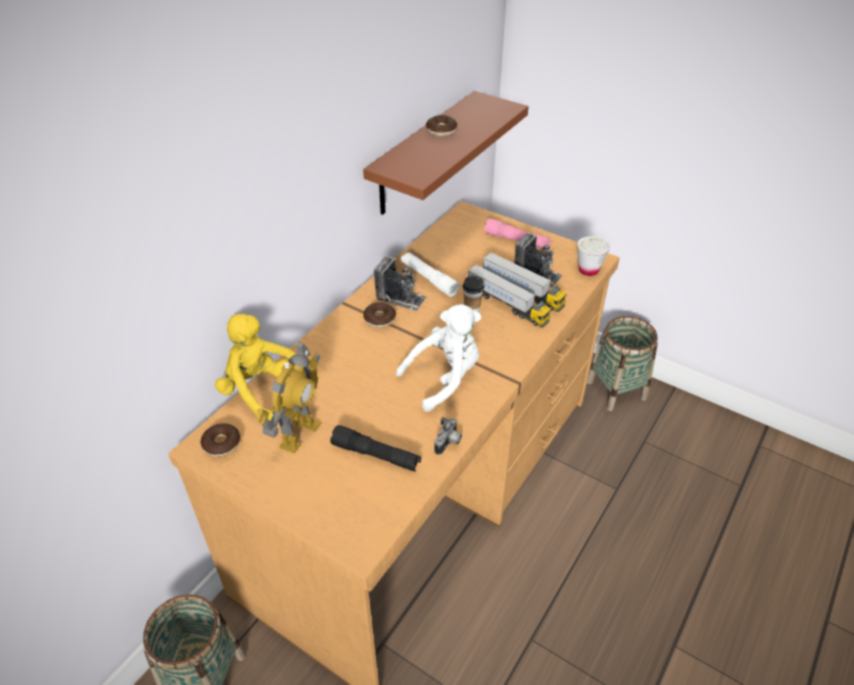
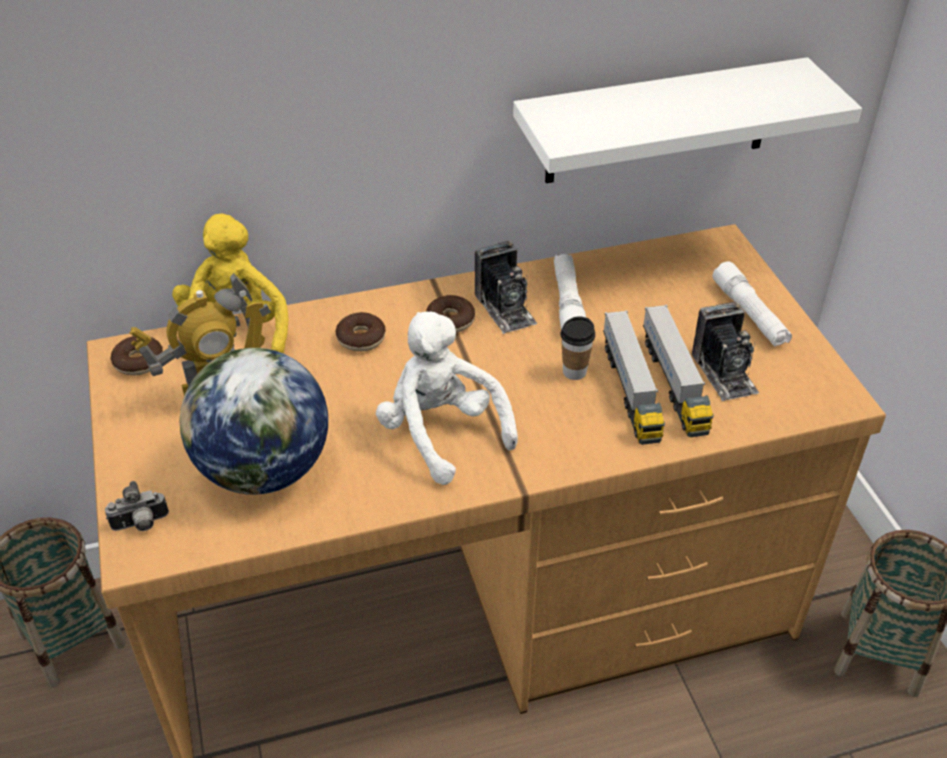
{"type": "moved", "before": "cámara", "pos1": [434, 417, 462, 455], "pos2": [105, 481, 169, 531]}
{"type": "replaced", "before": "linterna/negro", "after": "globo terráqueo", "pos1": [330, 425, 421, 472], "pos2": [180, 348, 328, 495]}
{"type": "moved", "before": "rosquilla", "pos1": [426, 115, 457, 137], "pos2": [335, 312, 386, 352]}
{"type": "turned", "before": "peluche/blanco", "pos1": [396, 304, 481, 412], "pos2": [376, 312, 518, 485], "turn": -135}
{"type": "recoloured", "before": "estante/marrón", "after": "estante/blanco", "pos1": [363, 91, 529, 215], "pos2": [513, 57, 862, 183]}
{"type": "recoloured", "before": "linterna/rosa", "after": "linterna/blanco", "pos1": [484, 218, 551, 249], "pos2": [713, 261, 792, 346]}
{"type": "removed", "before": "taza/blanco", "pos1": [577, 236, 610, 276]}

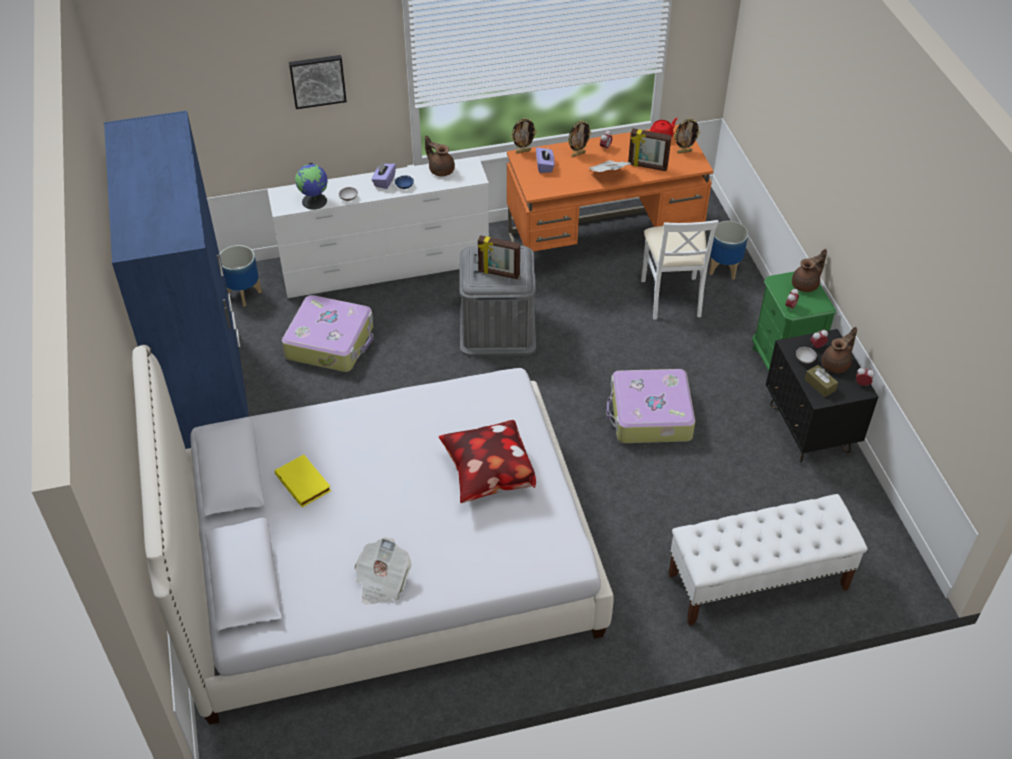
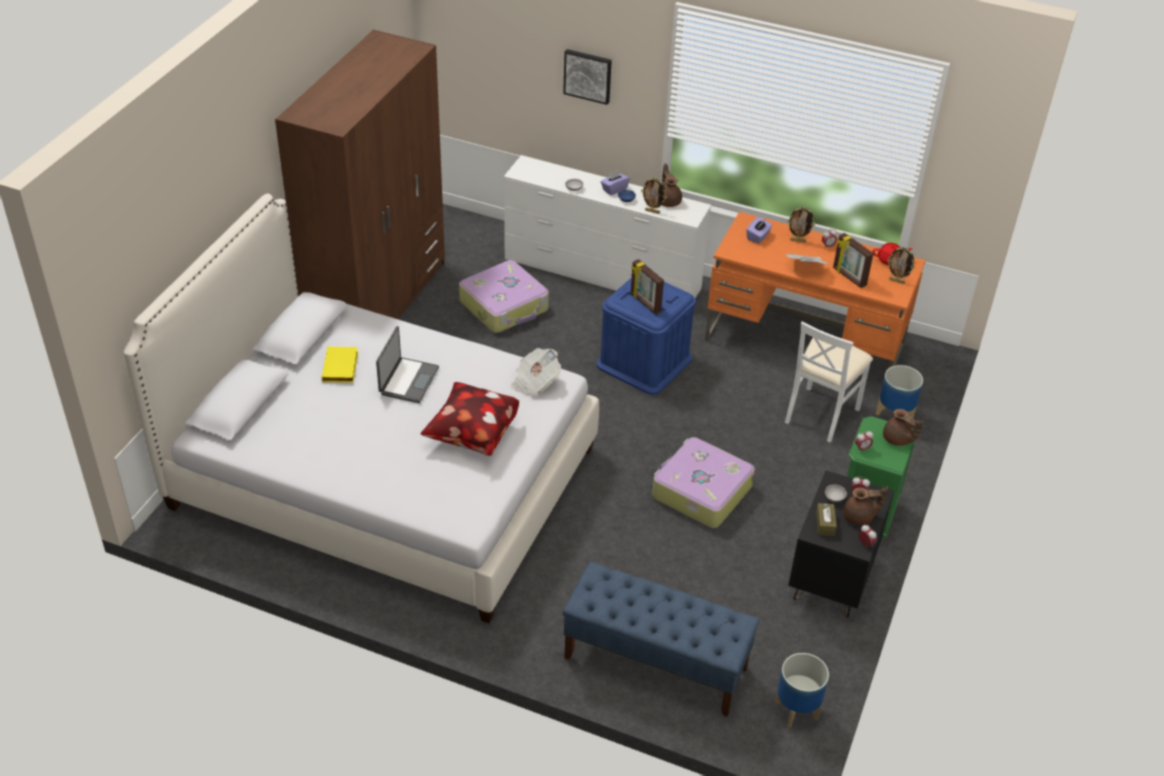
{"type": "recoloured", "before": "armario ropero/azul", "after": "armario ropero/marrón", "pos1": [104, 111, 249, 449], "pos2": [275, 30, 445, 319]}
{"type": "added", "after": "portátil", "pos2": [376, 326, 439, 403]}
{"type": "moved", "before": "periódico", "pos1": [355, 538, 411, 604], "pos2": [511, 348, 561, 397]}
{"type": "recoloured", "before": "banco/blanco", "after": "banco/azul", "pos1": [668, 494, 867, 626], "pos2": [562, 562, 759, 717]}
{"type": "recoloured", "before": "caja de almacenaje/gris", "after": "caja de almacenaje/azul", "pos1": [459, 246, 536, 356], "pos2": [596, 278, 696, 395]}
{"type": "moved", "before": "portarretratos", "pos1": [511, 118, 537, 153], "pos2": [641, 178, 667, 214]}
{"type": "moved", "before": "maceta", "pos1": [219, 245, 262, 306], "pos2": [775, 653, 829, 728]}
{"type": "turned", "before": "tetera/marrón", "pos1": [792, 249, 827, 292], "pos2": [883, 409, 923, 446], "turn": 45}
{"type": "removed", "before": "globo terráqueo", "pos1": [295, 163, 328, 210]}

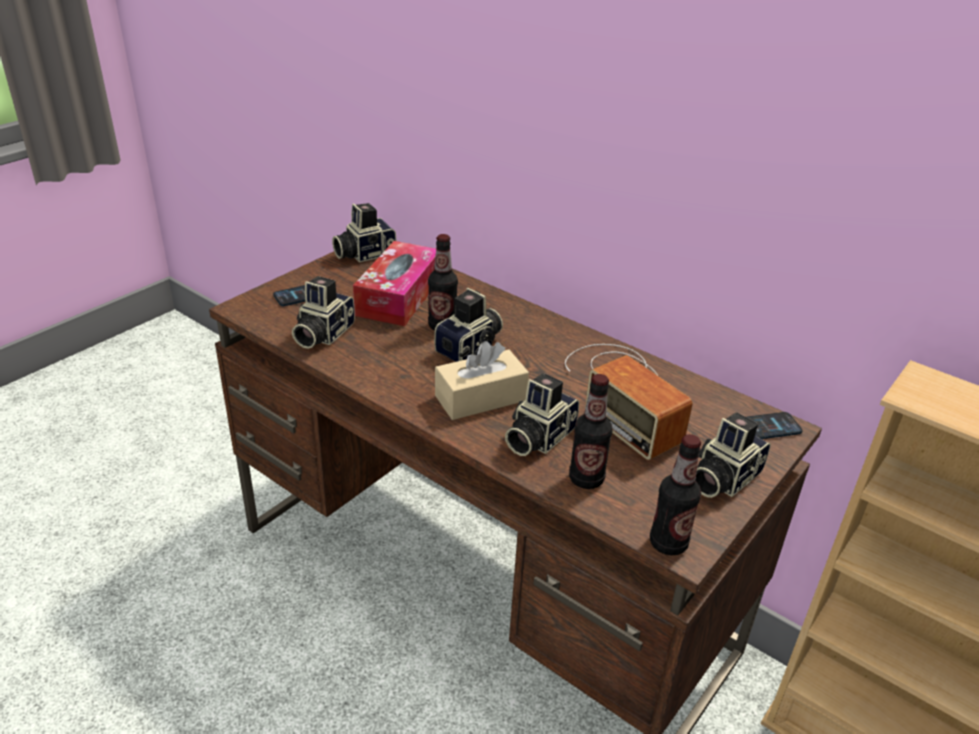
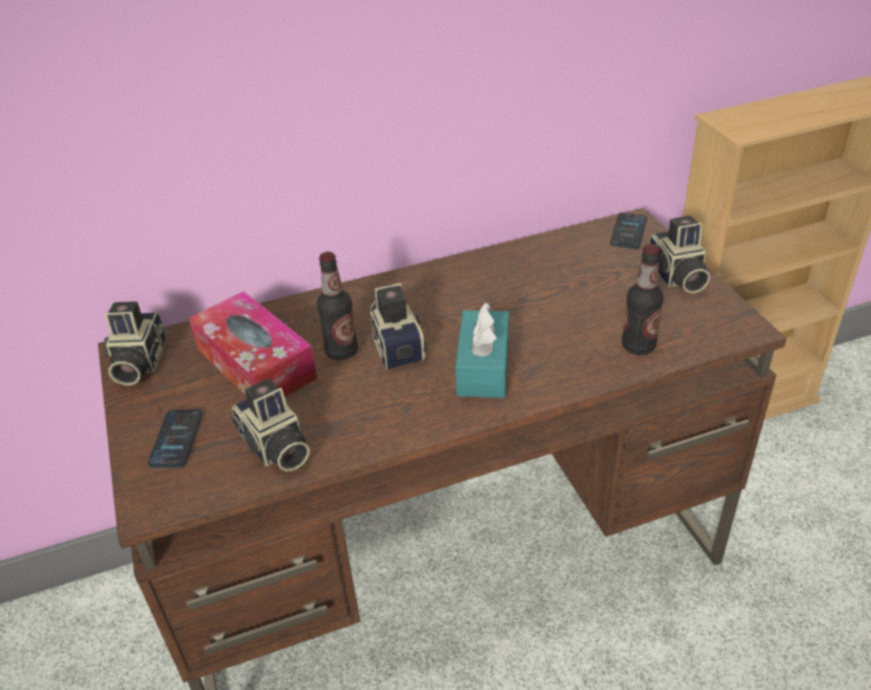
{"type": "recoloured", "before": "caja de pañuelos/beis", "after": "caja de pañuelos/turquesa", "pos1": [435, 341, 529, 420], "pos2": [456, 302, 509, 398]}
{"type": "removed", "before": "cámara", "pos1": [505, 373, 579, 456]}
{"type": "removed", "before": "radio", "pos1": [565, 344, 693, 460]}
{"type": "removed", "before": "botella", "pos1": [650, 434, 701, 555]}

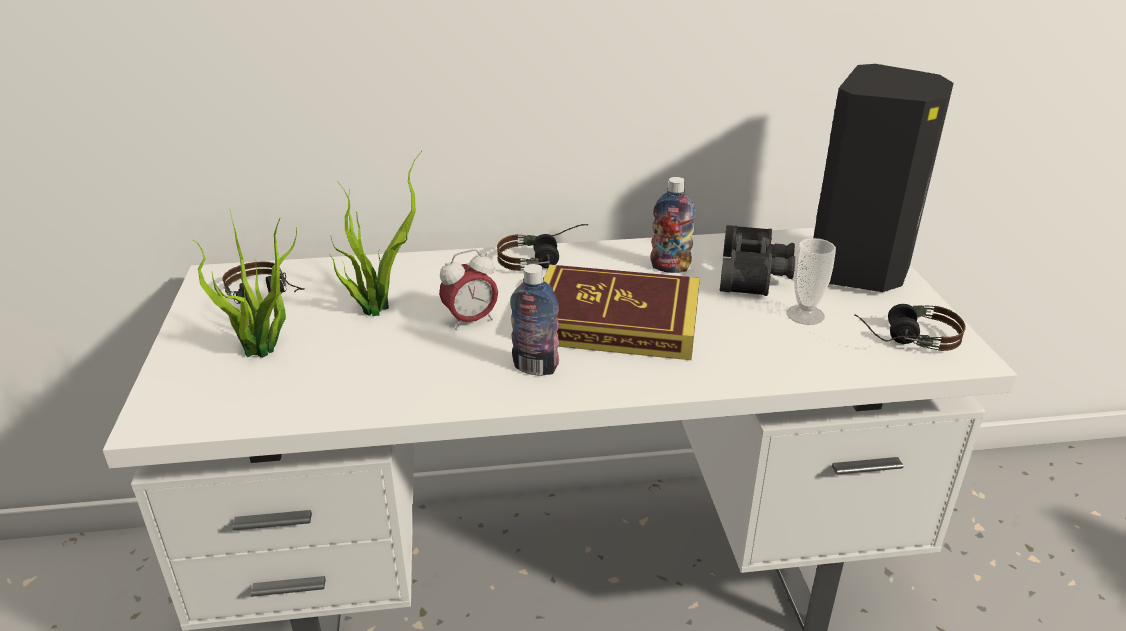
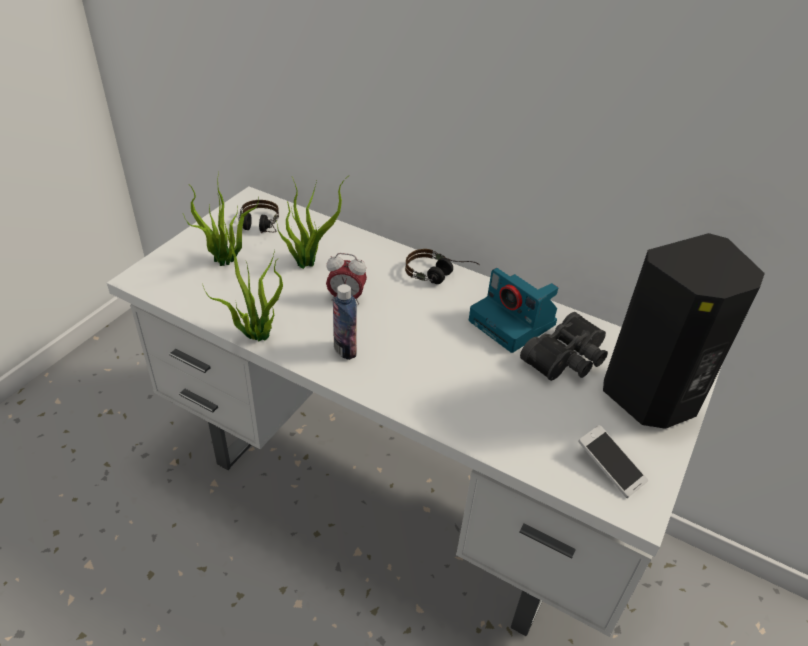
{"type": "added", "after": "planta en maceta", "pos2": [202, 214, 283, 341]}
{"type": "replaced", "before": "botella", "after": "cámara", "pos1": [650, 177, 695, 273], "pos2": [469, 268, 558, 353]}
{"type": "replaced", "before": "auriculares", "after": "móvil", "pos1": [854, 304, 966, 351], "pos2": [578, 425, 648, 498]}
{"type": "removed", "before": "libro", "pos1": [544, 265, 700, 360]}
{"type": "removed", "before": "taza", "pos1": [787, 238, 836, 325]}

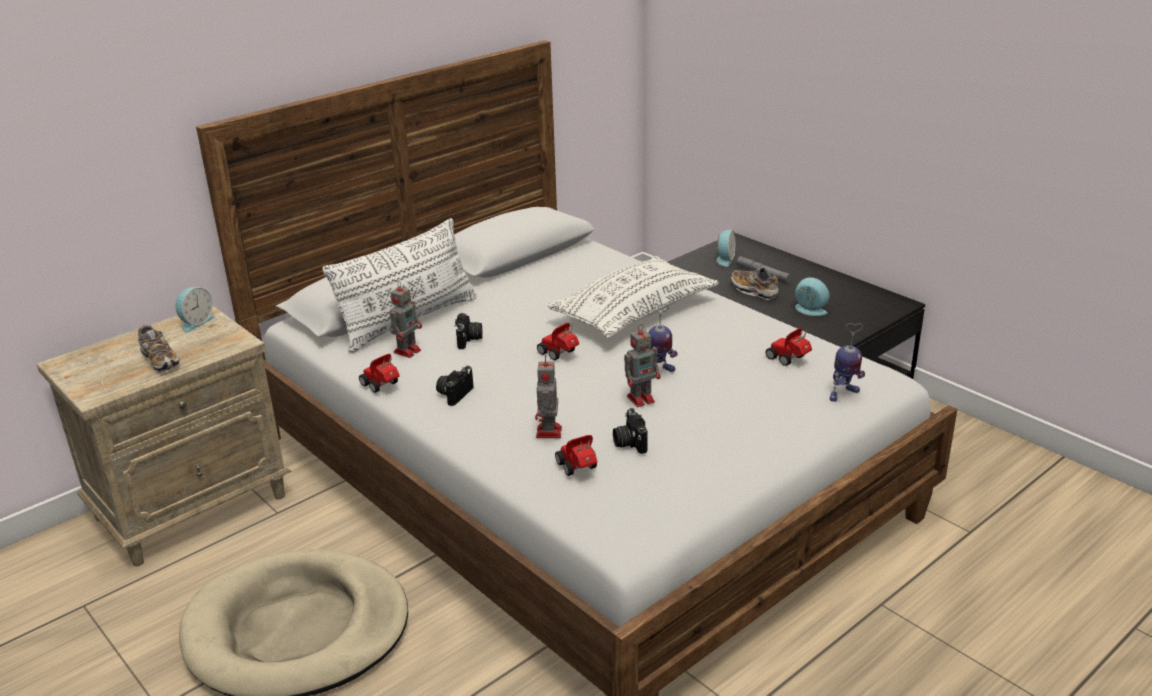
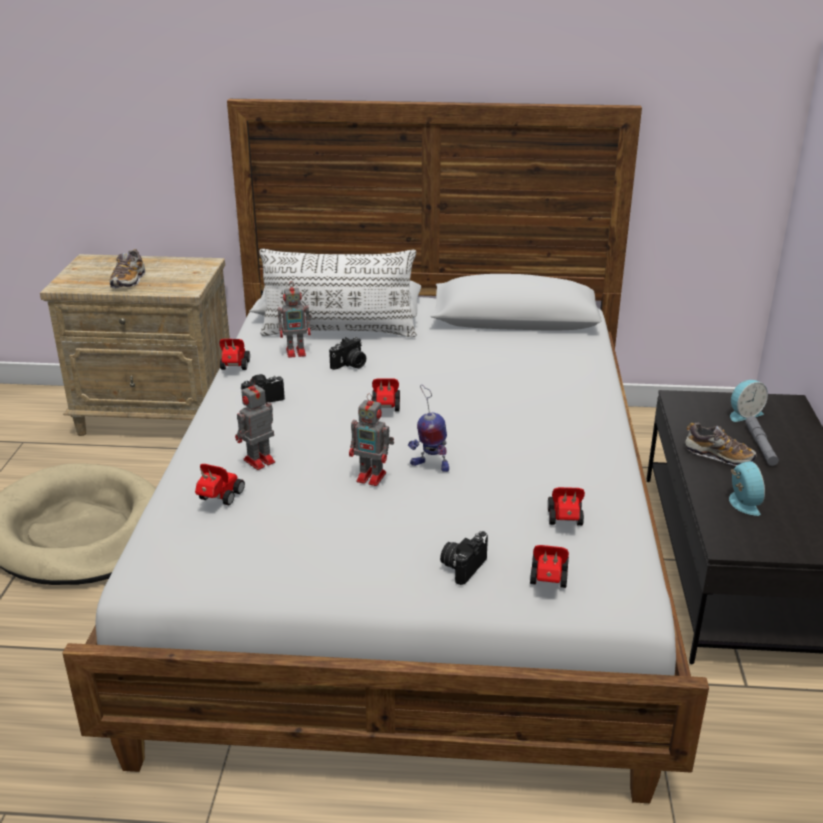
{"type": "moved", "before": "cámara", "pos1": [613, 408, 648, 454], "pos2": [440, 531, 488, 585]}
{"type": "replaced", "before": "robot de juguete", "after": "coche de juguete", "pos1": [830, 323, 865, 402], "pos2": [530, 545, 569, 588]}
{"type": "turned", "before": "zapato", "pos1": [731, 267, 779, 300], "pos2": [685, 423, 757, 466], "turn": 120}
{"type": "removed", "before": "despertador", "pos1": [175, 287, 215, 332]}
{"type": "removed", "before": "cojín/blanco", "pos1": [547, 256, 719, 338]}

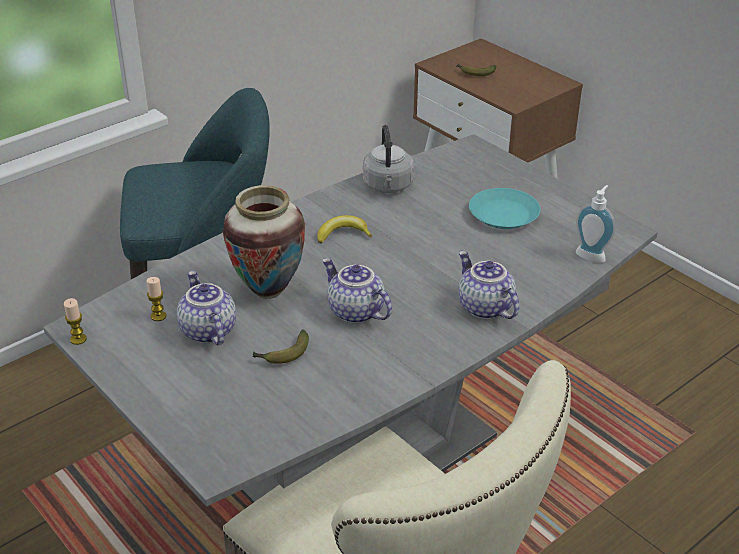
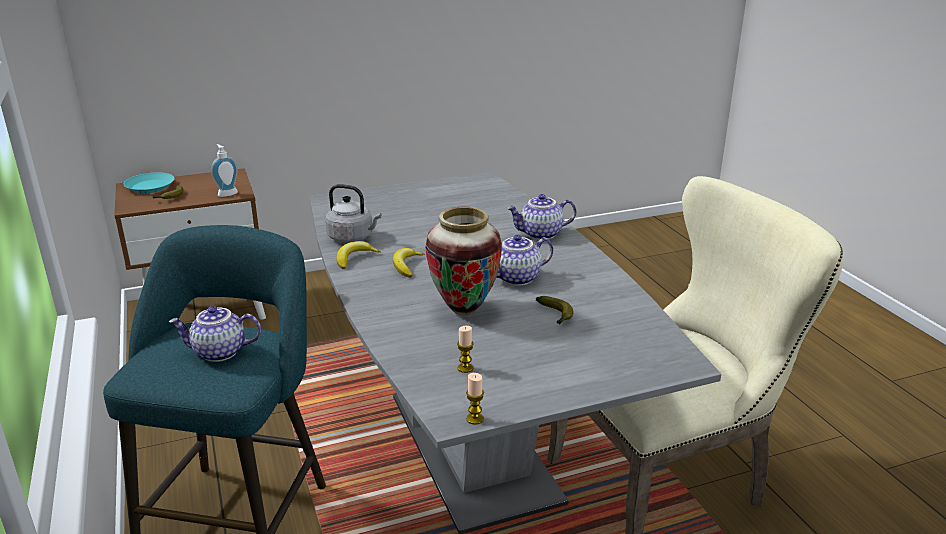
{"type": "moved", "before": "plato/turquesa", "pos1": [469, 188, 540, 229], "pos2": [124, 173, 175, 193]}
{"type": "moved", "before": "tetera", "pos1": [177, 271, 236, 345], "pos2": [169, 306, 261, 362]}
{"type": "moved", "before": "dispensador de jabón", "pos1": [576, 185, 615, 263], "pos2": [211, 144, 238, 197]}
{"type": "added", "after": "plátano", "pos2": [336, 241, 381, 269]}

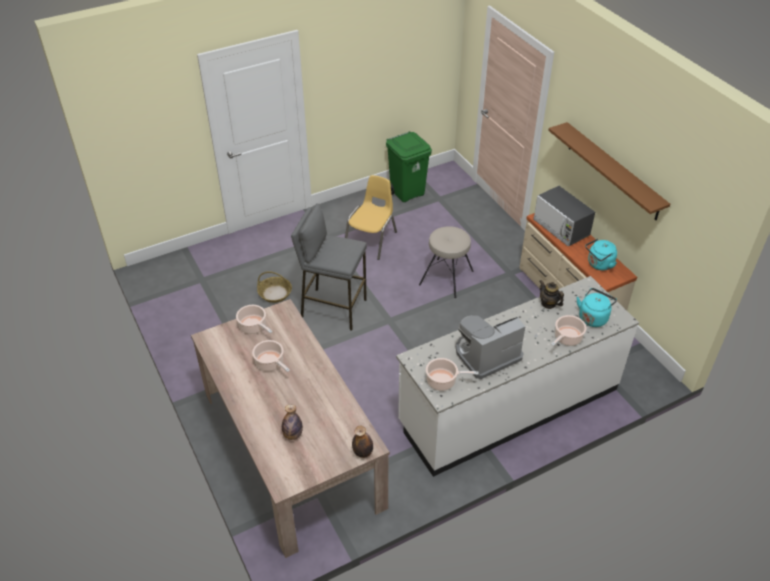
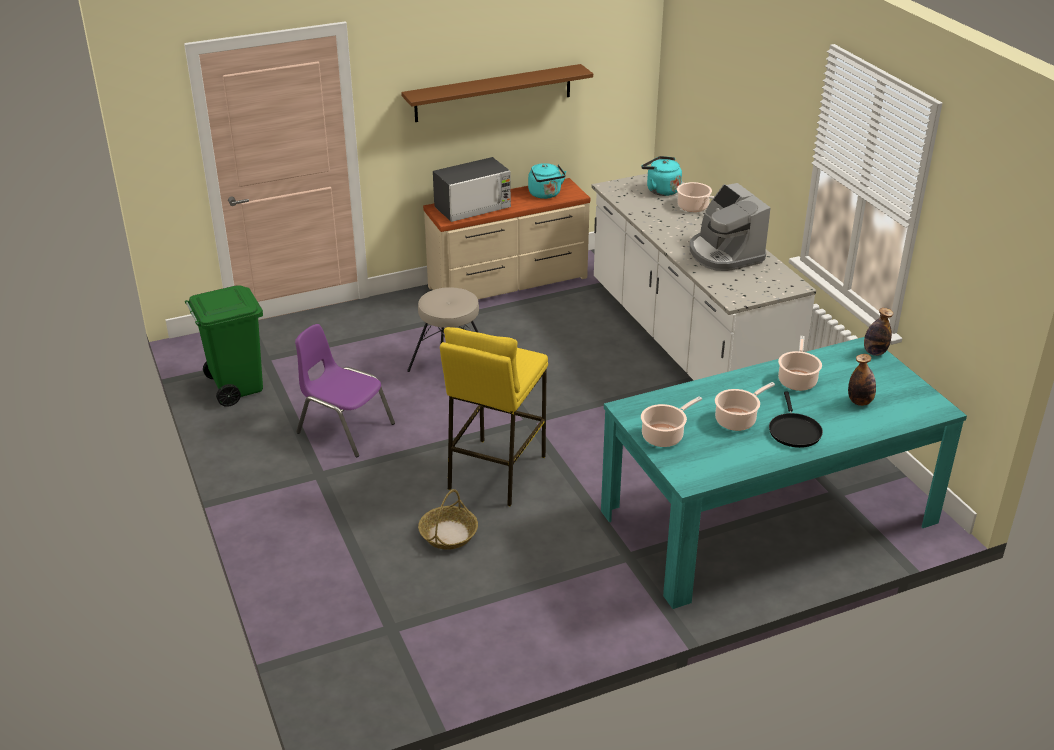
{"type": "recoloured", "before": "silla/amarillo", "after": "silla/morado", "pos1": [345, 175, 397, 260], "pos2": [295, 324, 395, 457]}
{"type": "recoloured", "before": "taburete/gris", "after": "taburete/amarillo", "pos1": [291, 203, 367, 331], "pos2": [440, 327, 548, 506]}
{"type": "recoloured", "before": "mesa de comedor/beis", "after": "mesa de comedor/turquesa", "pos1": [191, 299, 390, 558], "pos2": [601, 337, 967, 609]}
{"type": "added", "after": "sartén/negro", "pos2": [769, 392, 823, 448]}
{"type": "moved", "before": "olla", "pos1": [426, 358, 478, 391], "pos2": [778, 336, 822, 391]}
{"type": "removed", "before": "tetera", "pos1": [540, 280, 564, 309]}

